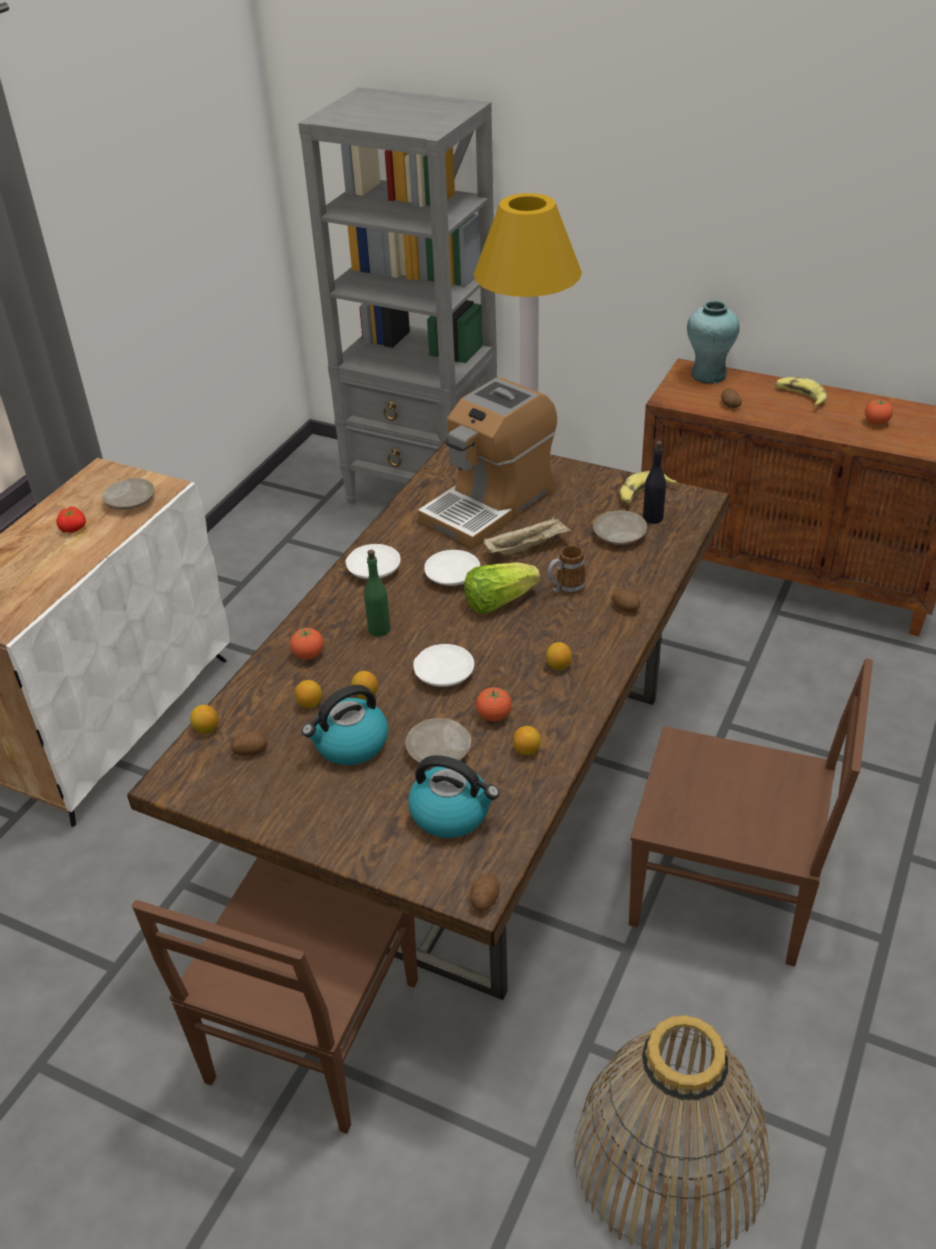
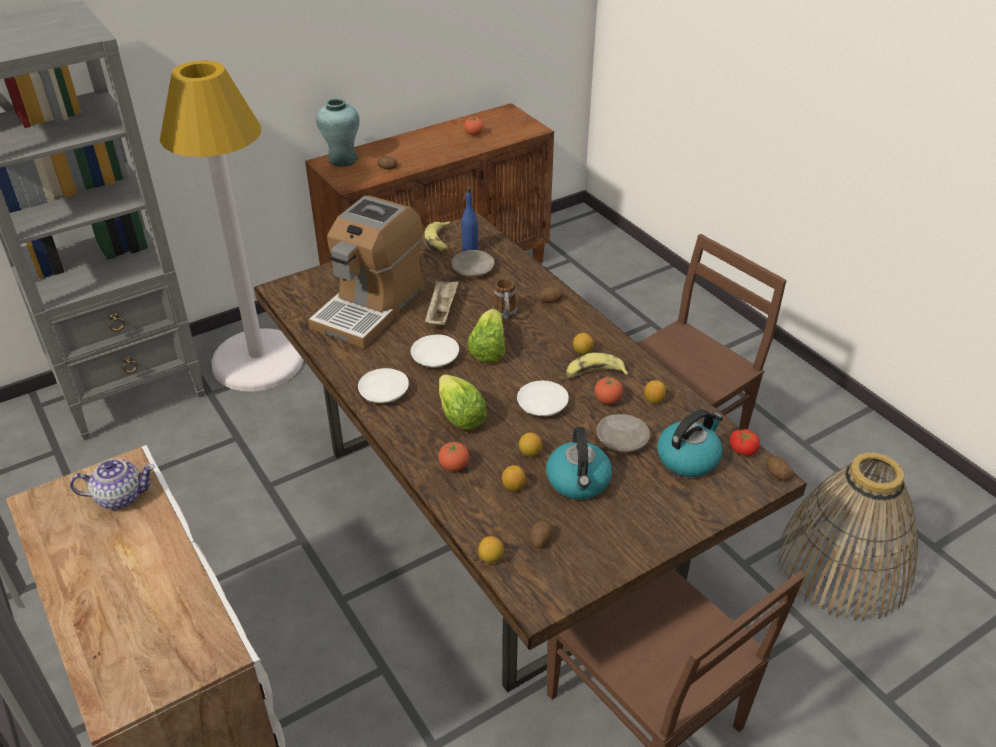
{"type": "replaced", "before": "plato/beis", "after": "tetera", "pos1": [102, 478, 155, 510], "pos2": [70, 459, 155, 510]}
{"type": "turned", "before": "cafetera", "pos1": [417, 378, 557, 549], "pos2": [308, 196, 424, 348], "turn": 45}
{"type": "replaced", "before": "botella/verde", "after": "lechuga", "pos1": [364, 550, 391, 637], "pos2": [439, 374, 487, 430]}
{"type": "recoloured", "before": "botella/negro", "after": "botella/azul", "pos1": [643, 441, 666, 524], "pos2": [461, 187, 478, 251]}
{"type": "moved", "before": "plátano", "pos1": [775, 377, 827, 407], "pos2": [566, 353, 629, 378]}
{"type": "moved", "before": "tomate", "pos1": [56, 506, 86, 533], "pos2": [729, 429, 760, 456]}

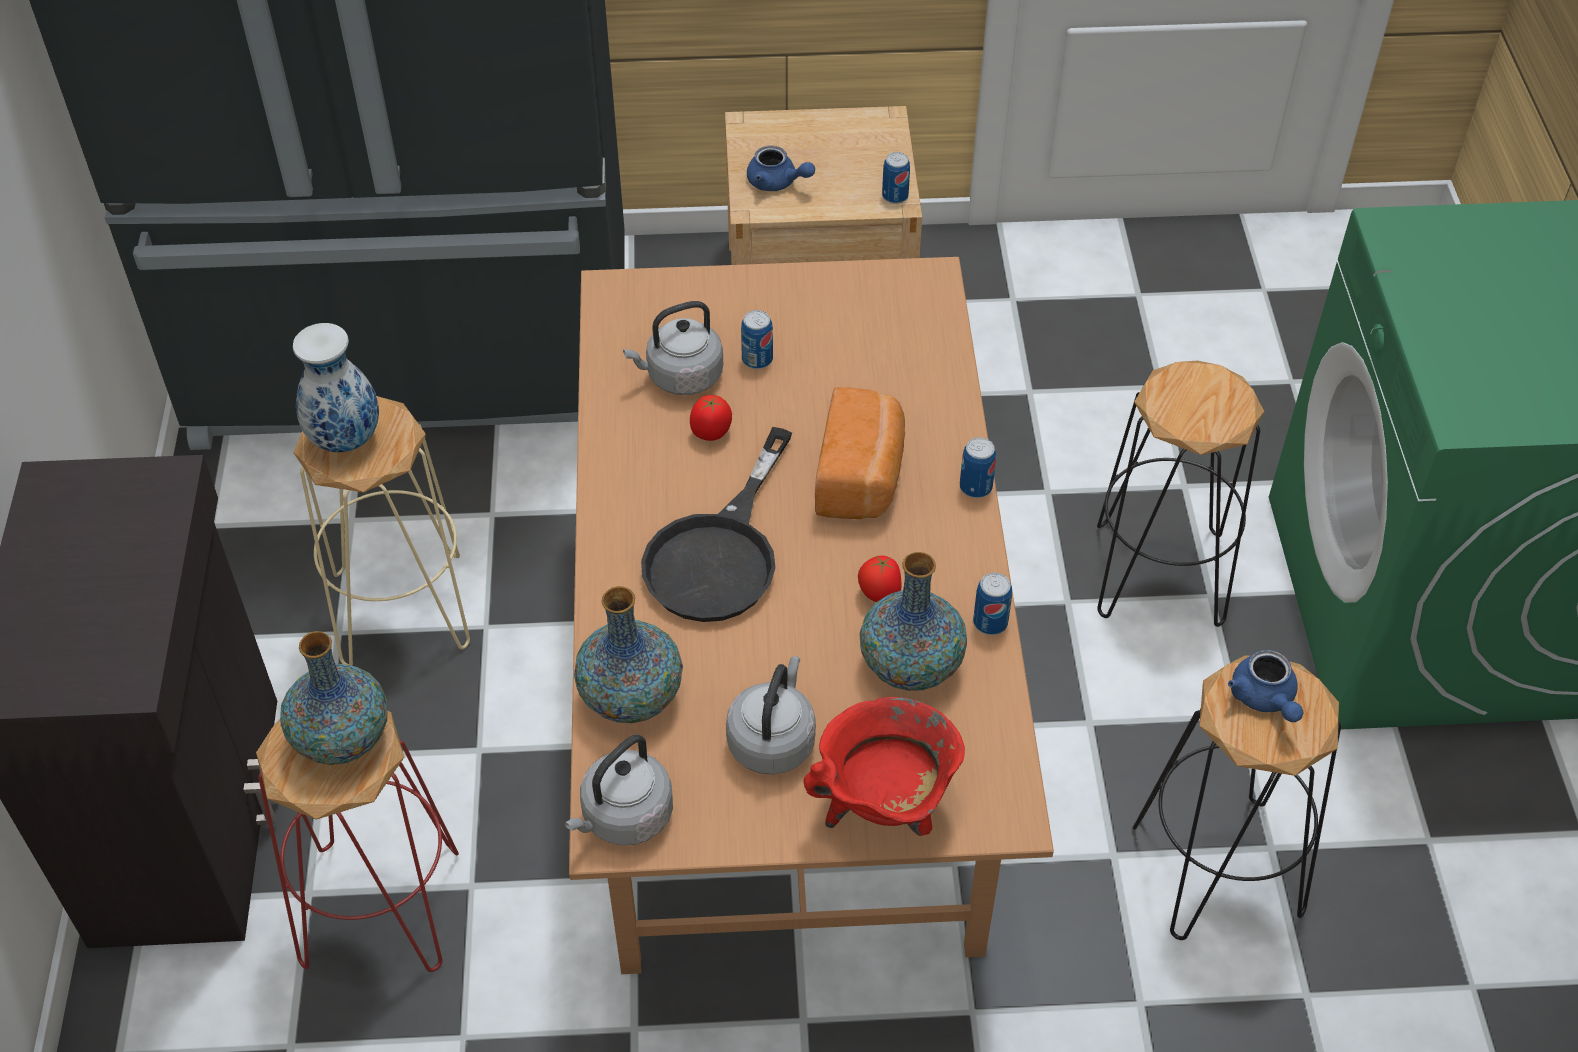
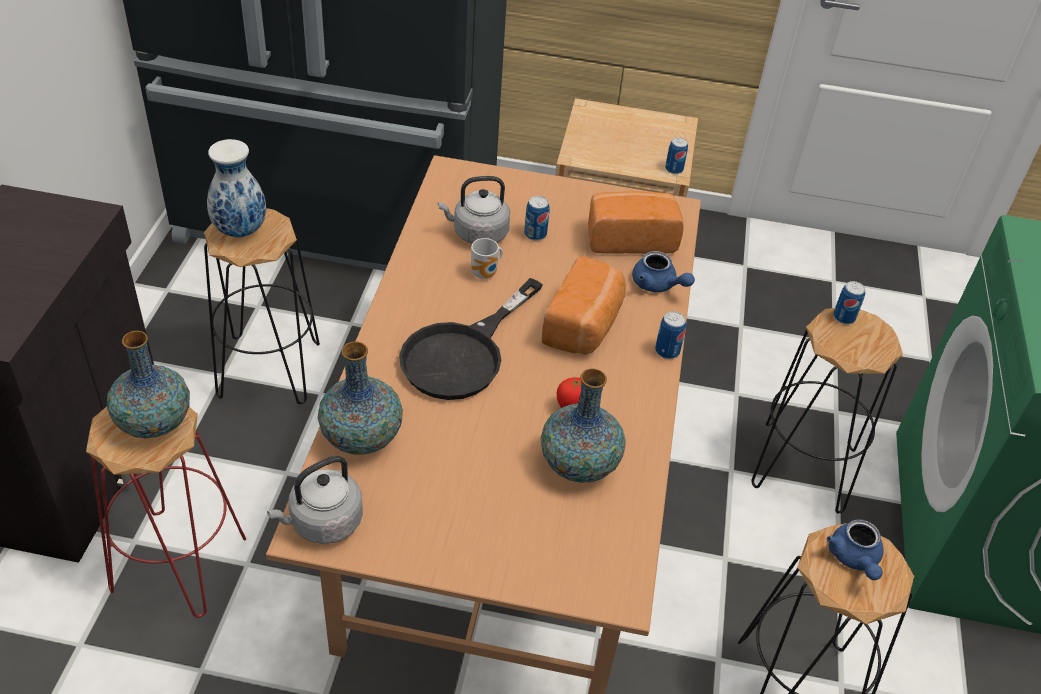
{"type": "recoloured", "before": "taburete/beis", "after": "taburete/negro", "pos1": [293, 396, 470, 666], "pos2": [204, 208, 320, 404]}
{"type": "replaced", "before": "tomate", "after": "taza grande", "pos1": [690, 395, 732, 441], "pos2": [471, 238, 503, 279]}
{"type": "added", "after": "pan", "pos2": [588, 191, 684, 254]}
{"type": "moved", "before": "tetera/azul", "pos1": [747, 146, 815, 191], "pos2": [632, 251, 695, 292]}
{"type": "moved", "before": "lata", "pos1": [973, 572, 1012, 635], "pos2": [833, 281, 865, 324]}
{"type": "removed", "before": "hervidor/gris", "pos1": [726, 656, 816, 775]}
{"type": "removed", "before": "olla/rojo", "pos1": [804, 697, 965, 836]}

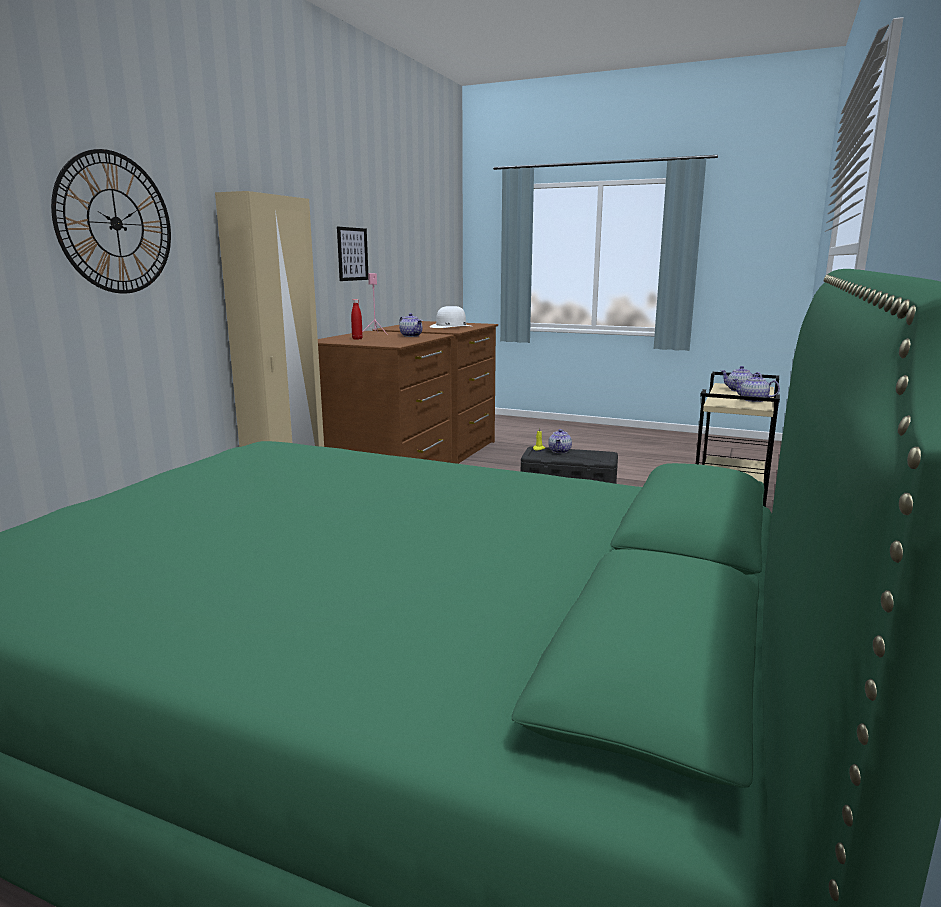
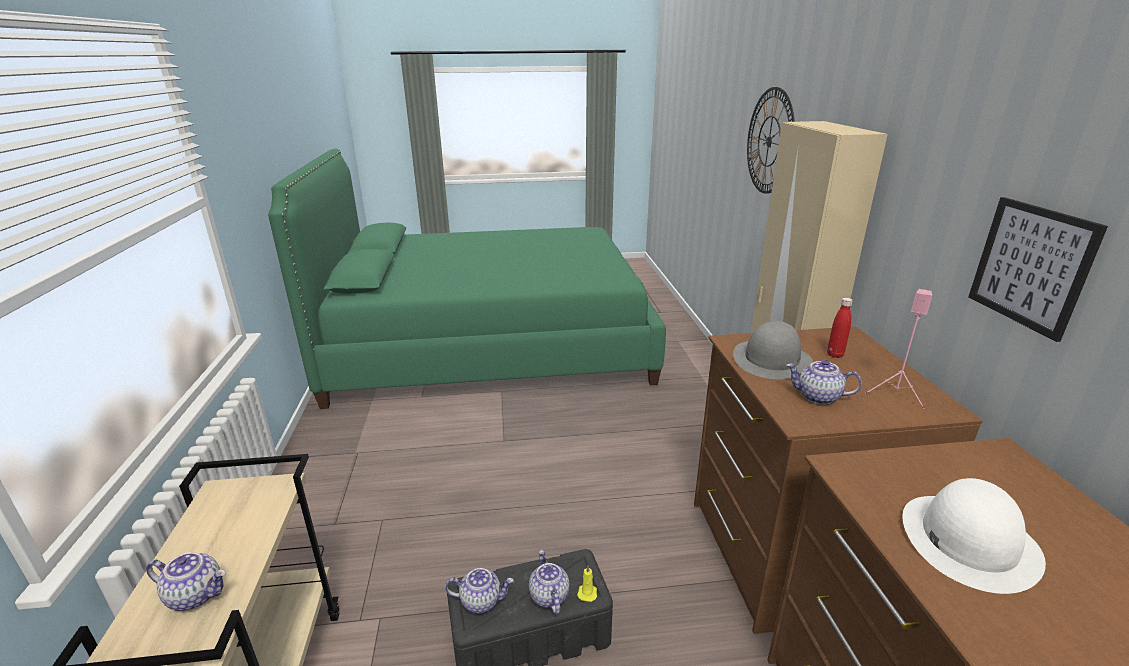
{"type": "moved", "before": "tetera", "pos1": [732, 374, 780, 402], "pos2": [445, 568, 514, 614]}
{"type": "added", "after": "sombrero/gris", "pos2": [733, 321, 813, 379]}

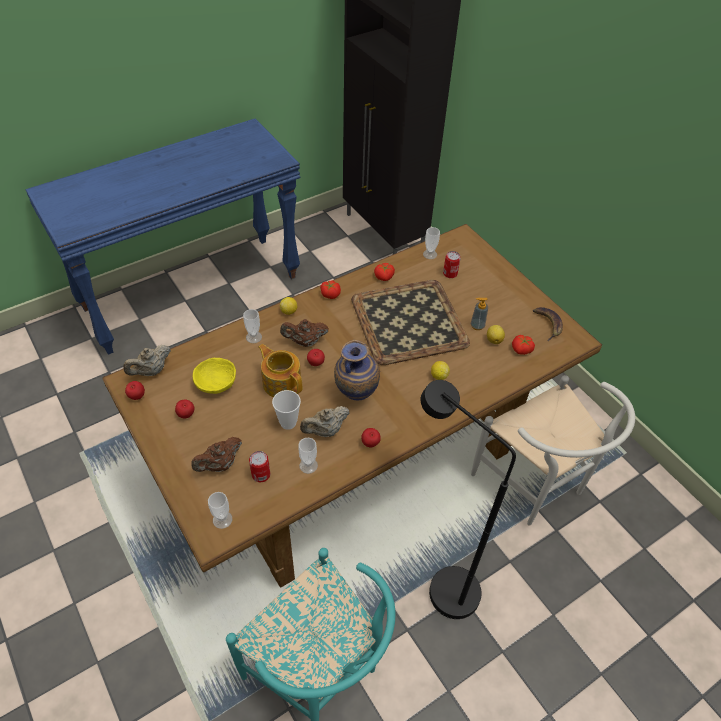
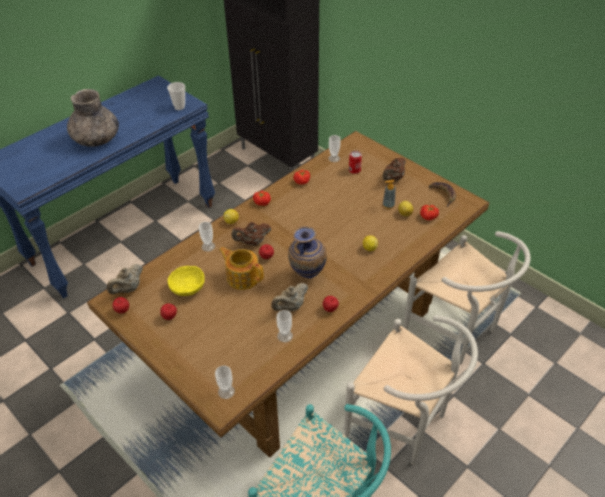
{"type": "added", "after": "florero/gris", "pos2": [67, 89, 119, 146]}
{"type": "moved", "before": "taza", "pos1": [272, 390, 301, 430], "pos2": [167, 82, 185, 110]}
{"type": "replaced", "before": "lámpara de pie/negro", "after": "silla/blanco", "pos1": [421, 380, 516, 619], "pos2": [345, 315, 478, 465]}
{"type": "moved", "before": "tetera/marrón", "pos1": [191, 437, 242, 472], "pos2": [382, 157, 406, 181]}
{"type": "removed", "before": "lata", "pos1": [249, 451, 270, 482]}
{"type": "removed", "before": "bandeja", "pos1": [351, 280, 470, 365]}

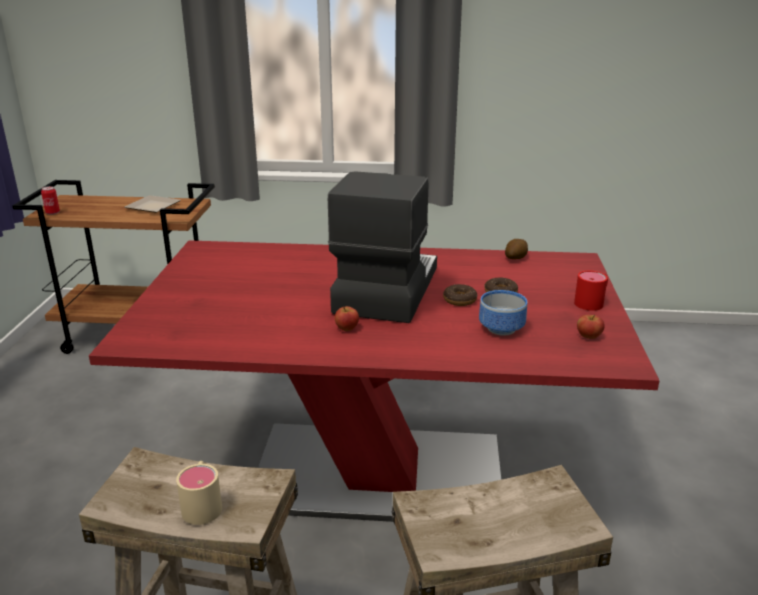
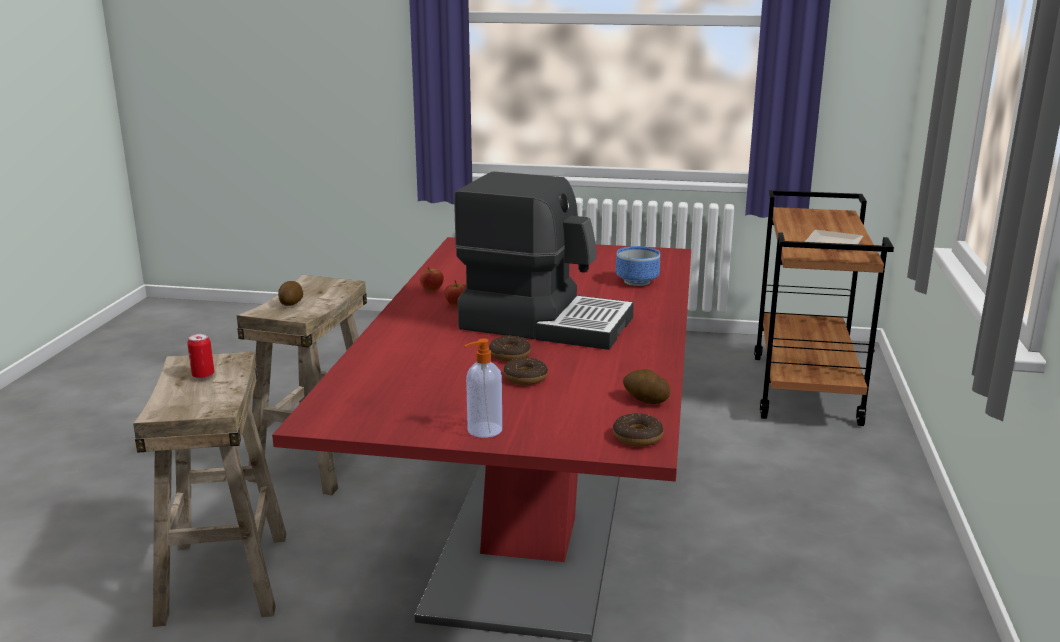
{"type": "moved", "before": "lata", "pos1": [41, 186, 60, 215], "pos2": [187, 333, 214, 379]}
{"type": "replaced", "before": "taza grande/beis", "after": "patata", "pos1": [176, 461, 222, 525], "pos2": [278, 281, 303, 306]}
{"type": "moved", "before": "manzana", "pos1": [577, 315, 605, 339], "pos2": [420, 267, 444, 292]}
{"type": "replaced", "before": "taza grande/rojo", "after": "dispensador de jabón", "pos1": [574, 271, 608, 311], "pos2": [465, 339, 502, 438]}
{"type": "added", "after": "rosquilla", "pos2": [613, 413, 664, 447]}
{"type": "moved", "before": "cuenco", "pos1": [479, 290, 527, 336], "pos2": [616, 246, 660, 286]}

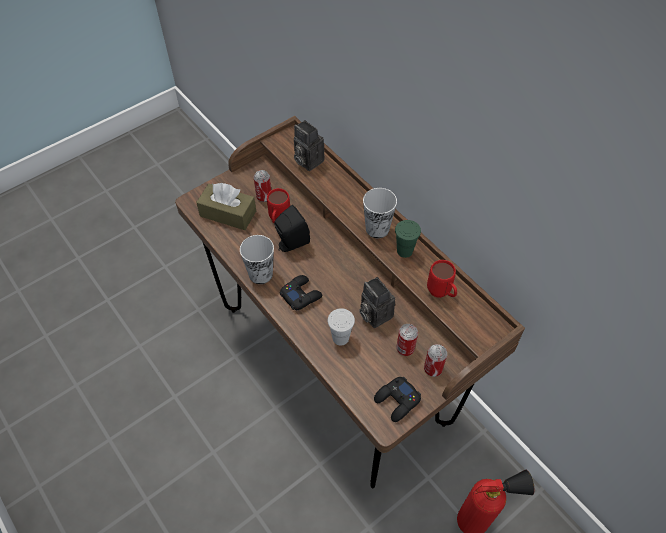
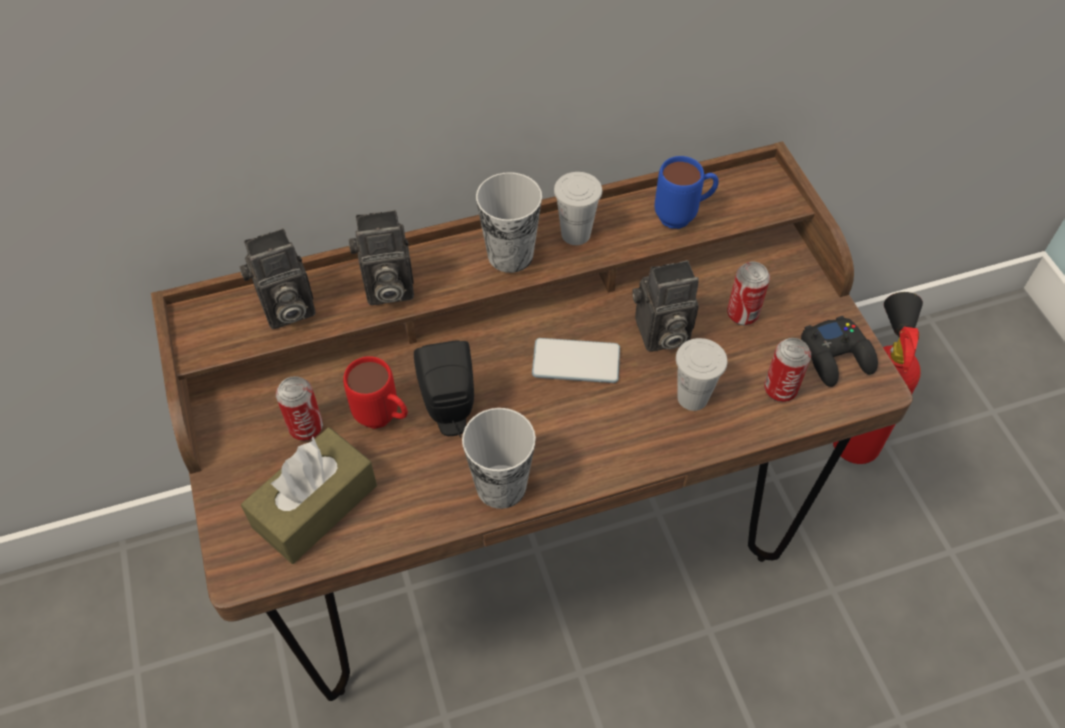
{"type": "added", "after": "cámara", "pos2": [349, 210, 414, 305]}
{"type": "added", "after": "móvil", "pos2": [532, 338, 620, 383]}
{"type": "recoloured", "before": "taza/verde", "after": "taza/blanco", "pos1": [395, 220, 421, 258], "pos2": [554, 172, 602, 245]}
{"type": "recoloured", "before": "taza grande/rojo", "after": "taza grande/azul", "pos1": [427, 260, 457, 298], "pos2": [655, 156, 719, 229]}
{"type": "moved", "before": "lata", "pos1": [424, 344, 447, 377], "pos2": [764, 338, 811, 402]}
{"type": "removed", "before": "mando de consola/negro", "pos1": [280, 275, 322, 310]}

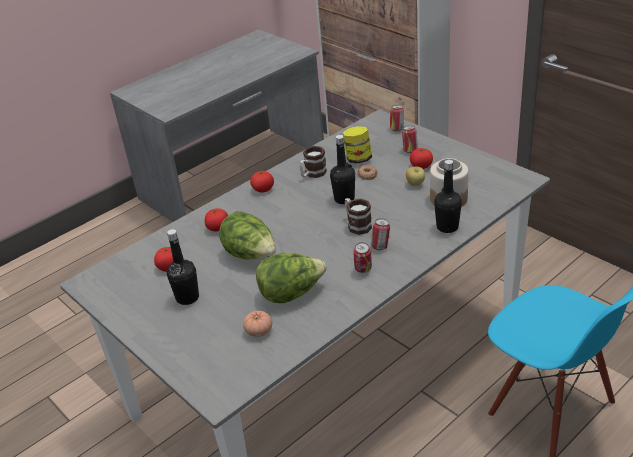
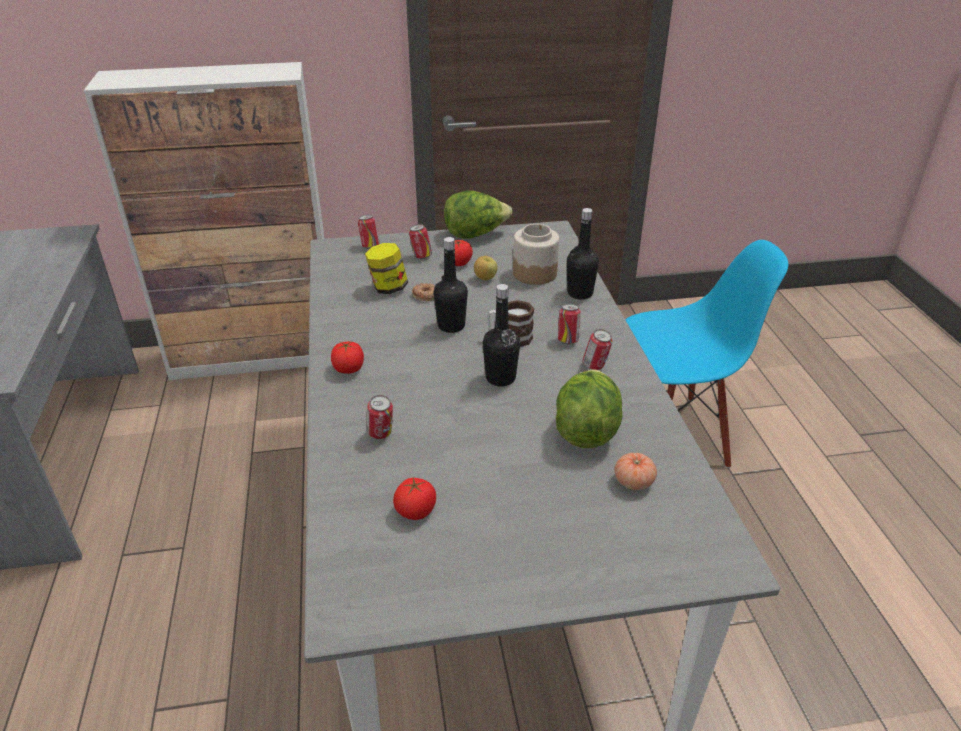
{"type": "replaced", "before": "tomate", "after": "lata", "pos1": [205, 208, 228, 232], "pos2": [367, 395, 393, 439]}
{"type": "moved", "before": "lechuga", "pos1": [219, 211, 276, 260], "pos2": [444, 191, 512, 239]}
{"type": "moved", "before": "botella/negro", "pos1": [167, 229, 199, 305], "pos2": [483, 284, 520, 386]}
{"type": "removed", "before": "taza grande", "pos1": [299, 146, 327, 178]}

